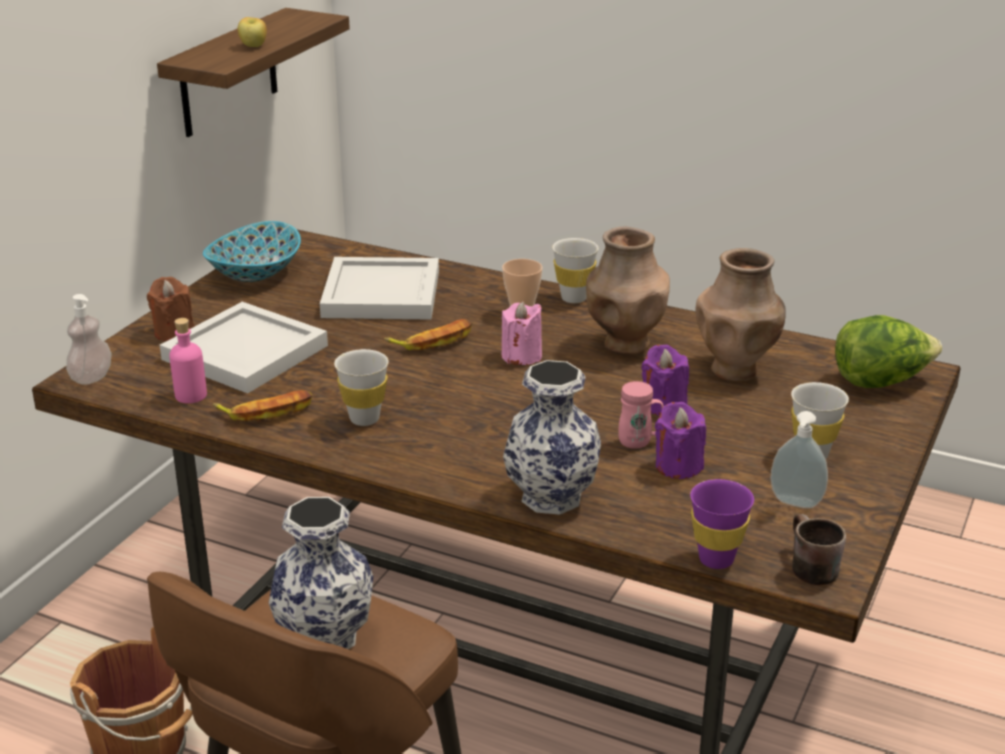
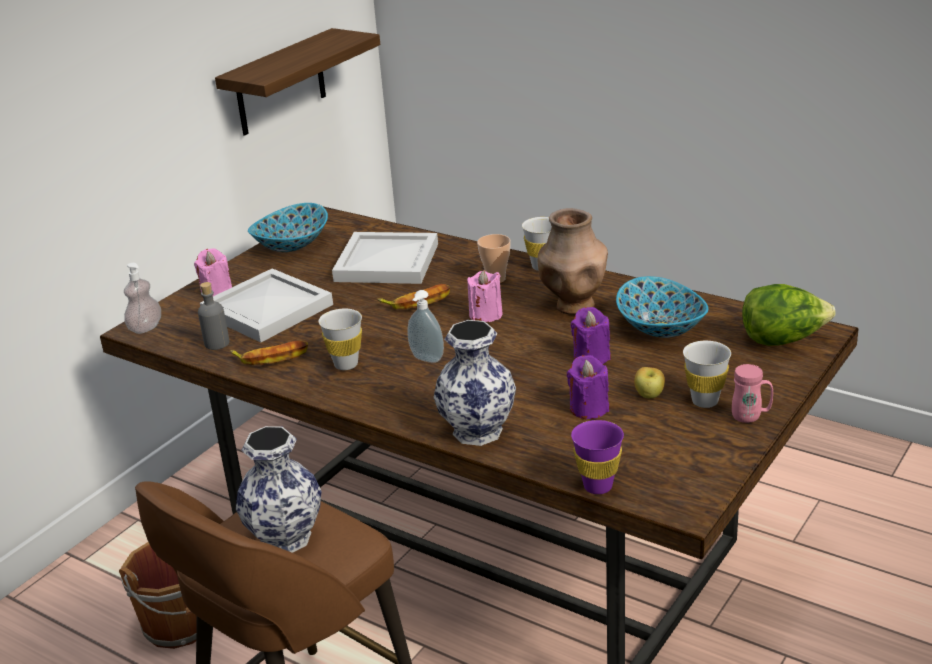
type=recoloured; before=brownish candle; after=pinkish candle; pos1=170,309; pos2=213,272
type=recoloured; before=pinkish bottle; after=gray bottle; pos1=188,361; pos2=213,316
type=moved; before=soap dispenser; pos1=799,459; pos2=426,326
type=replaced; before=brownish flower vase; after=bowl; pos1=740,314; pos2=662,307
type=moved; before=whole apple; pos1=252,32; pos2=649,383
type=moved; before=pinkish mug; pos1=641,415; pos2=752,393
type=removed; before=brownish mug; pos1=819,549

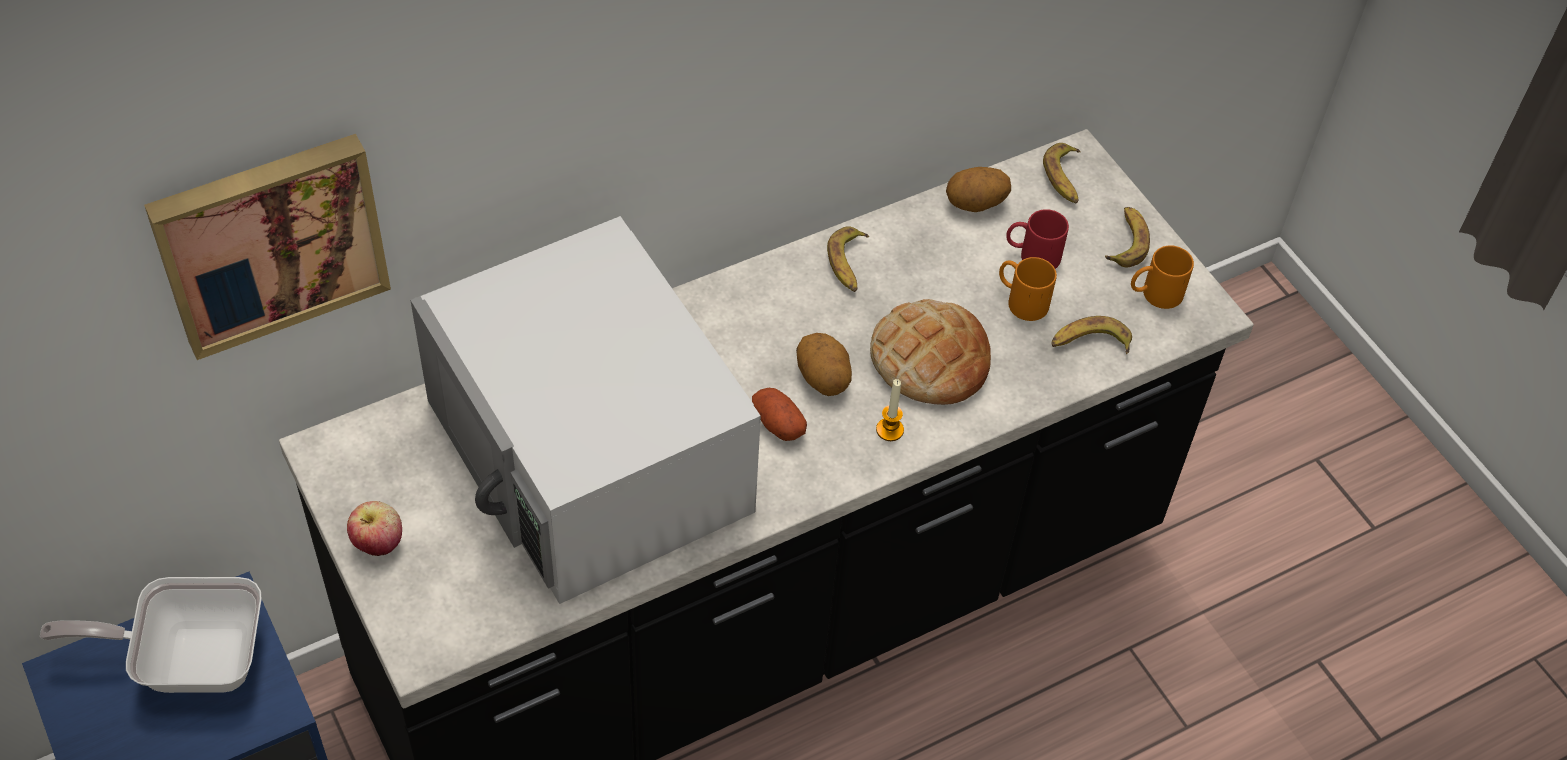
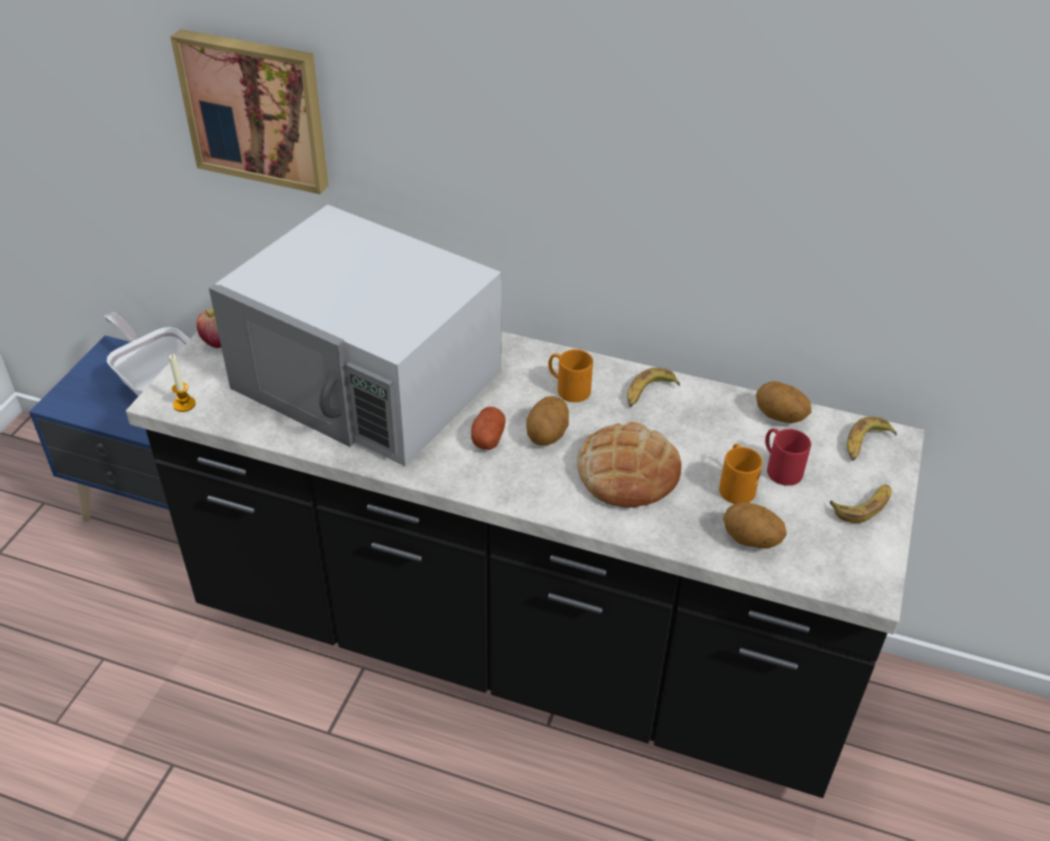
type=moved; before=candle; pos1=890,410; pos2=182,383
type=turned; before=whitish kitchen microwave; pos1=585,410; pos2=355,335; turn=-75
type=moved; before=orange-coloured mug; pos1=1162,277; pos2=570,375
type=replaced; before=whole banana; after=potato; pos1=1091,335; pos2=755,525

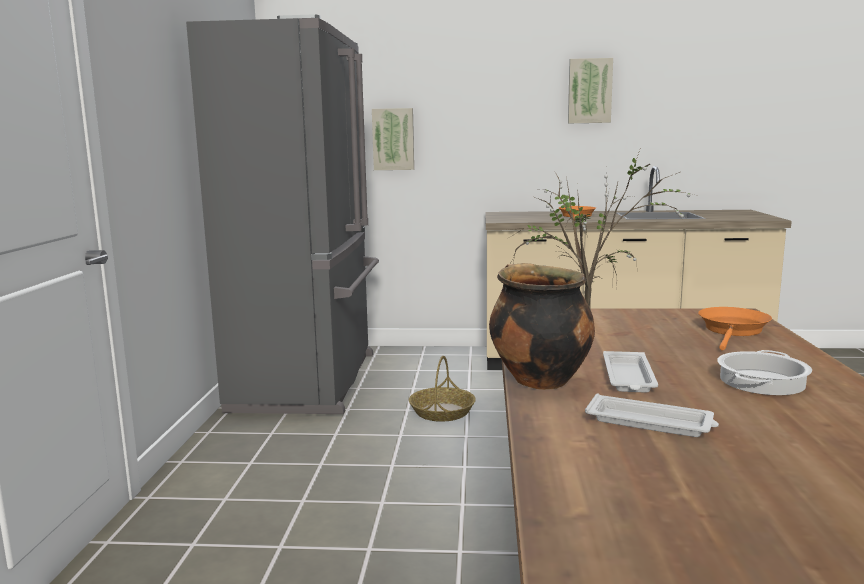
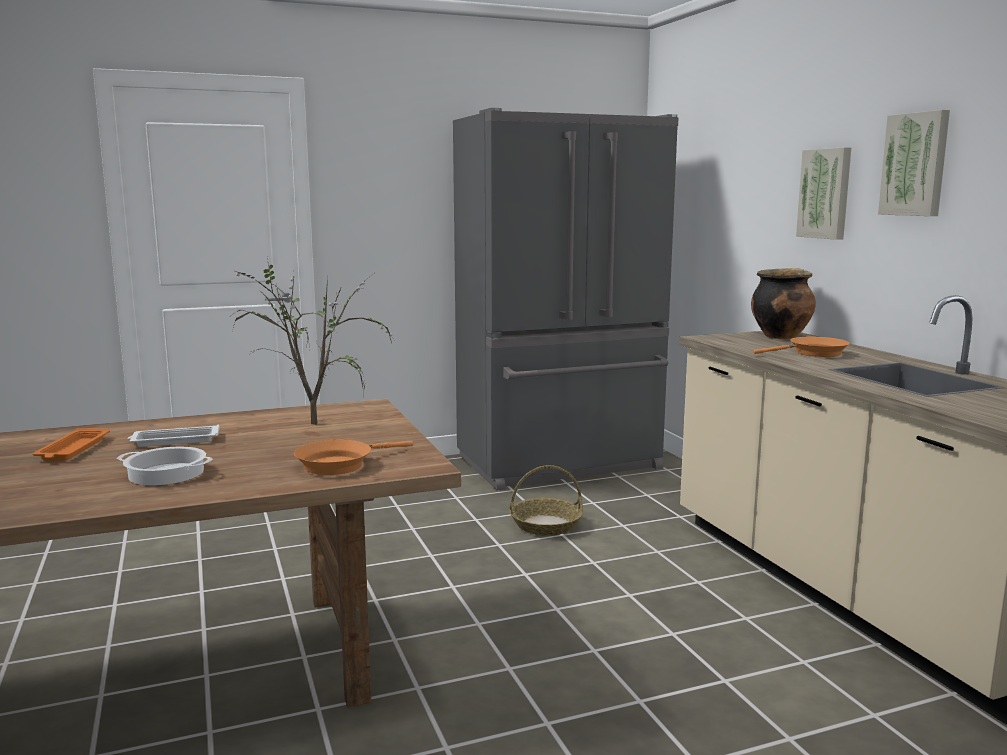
type=recoloured; before=whitish serving tray; after=orange-coloured serving tray; pos1=652,415; pos2=71,444
type=turned; before=orange-coloured skillet; pos1=735,328; pos2=354,457; turn=135
type=moved; before=cooking pot; pos1=542,326; pos2=783,303
type=moved; before=wall art; pos1=393,139; pos2=823,193

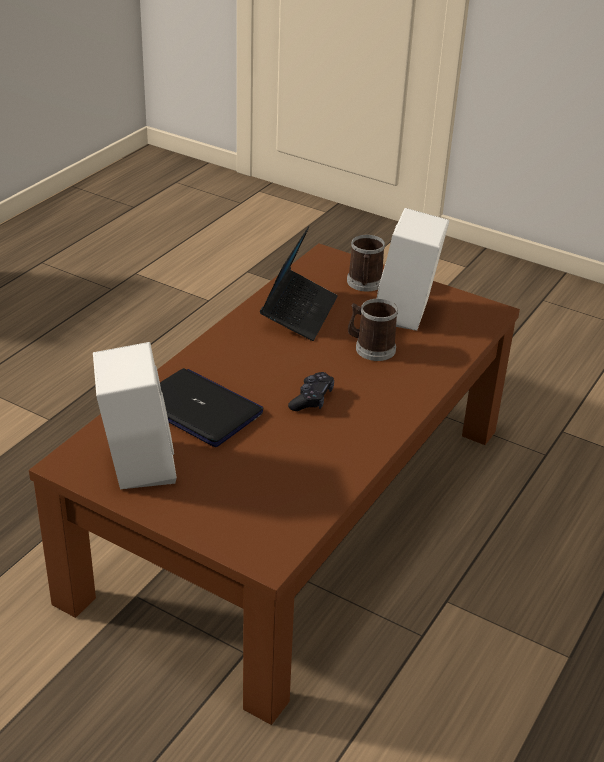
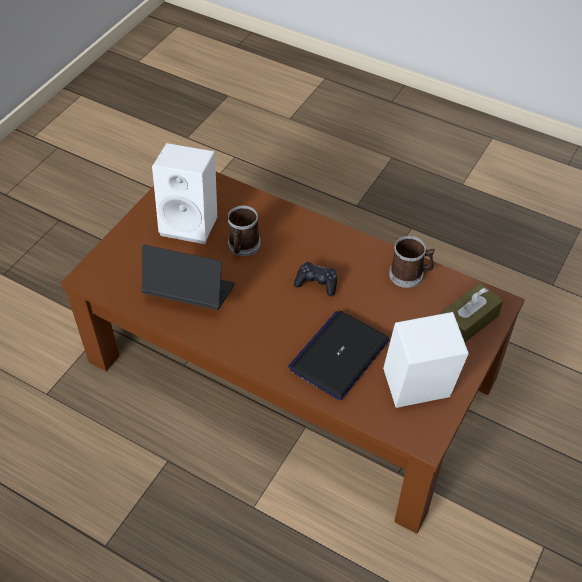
type=moved; before=mug; pos1=366,263; pos2=412,262
type=added; after=brownish box of tissues; pos2=472,312

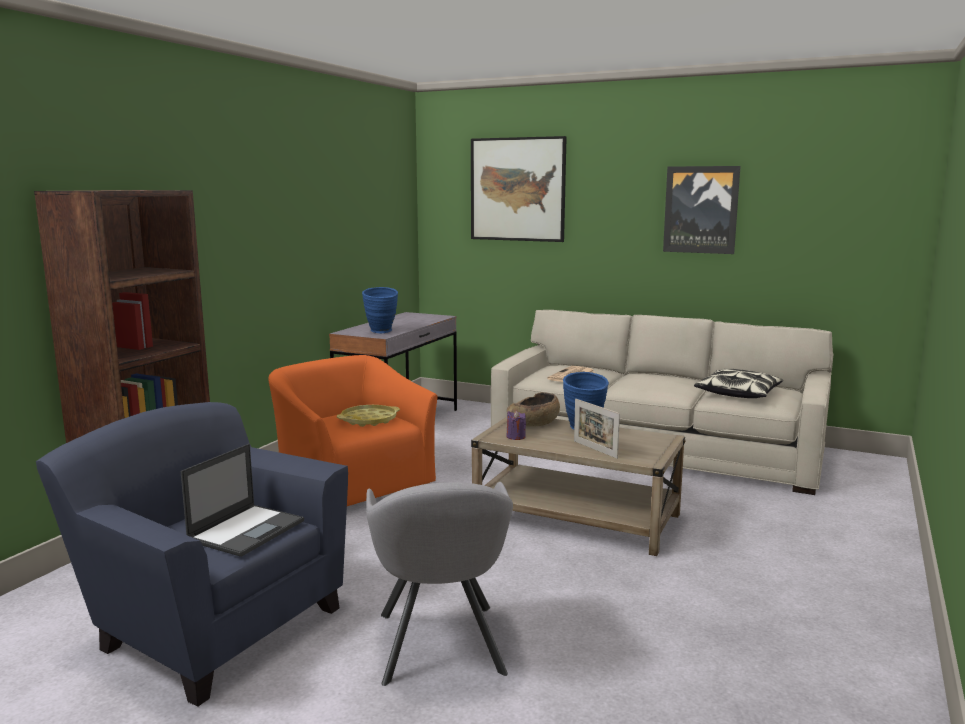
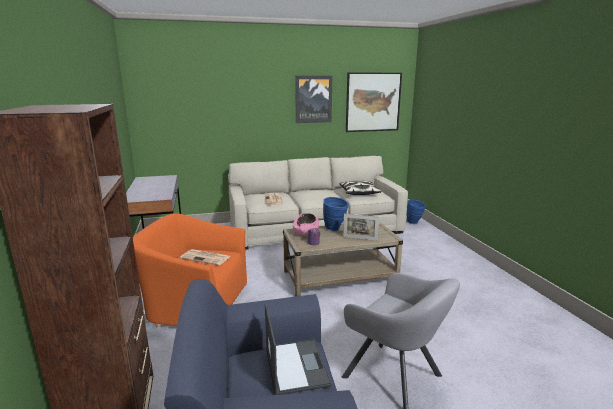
type=replaced; before=yellow-coloured serving tray; after=daily paper; pos1=368,416; pos2=205,257
type=recoloured; before=brownish bowl; after=pinkish bowl; pos1=533,409; pos2=306,224
type=moved; before=wall art; pos1=519,189; pos2=374,102
type=moved; before=blue flower vase; pos1=380,310; pos2=416,212

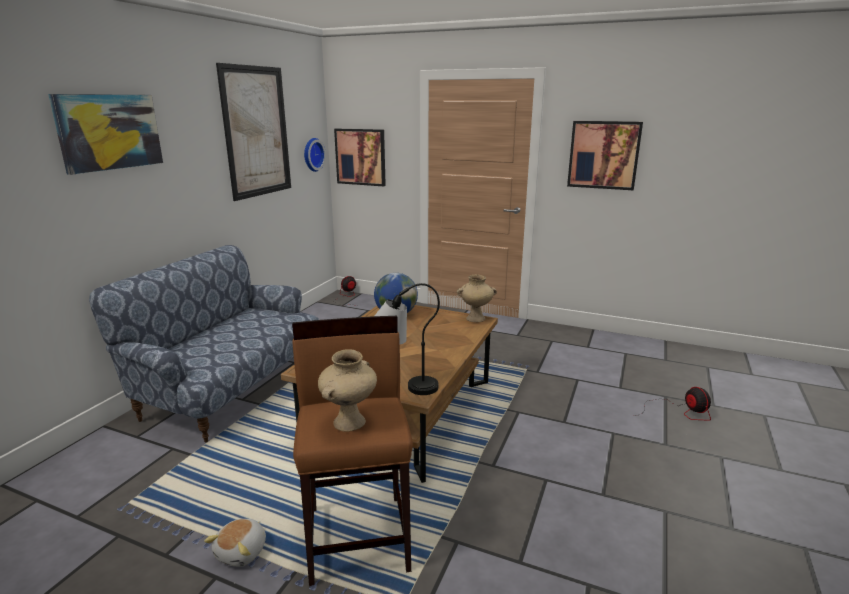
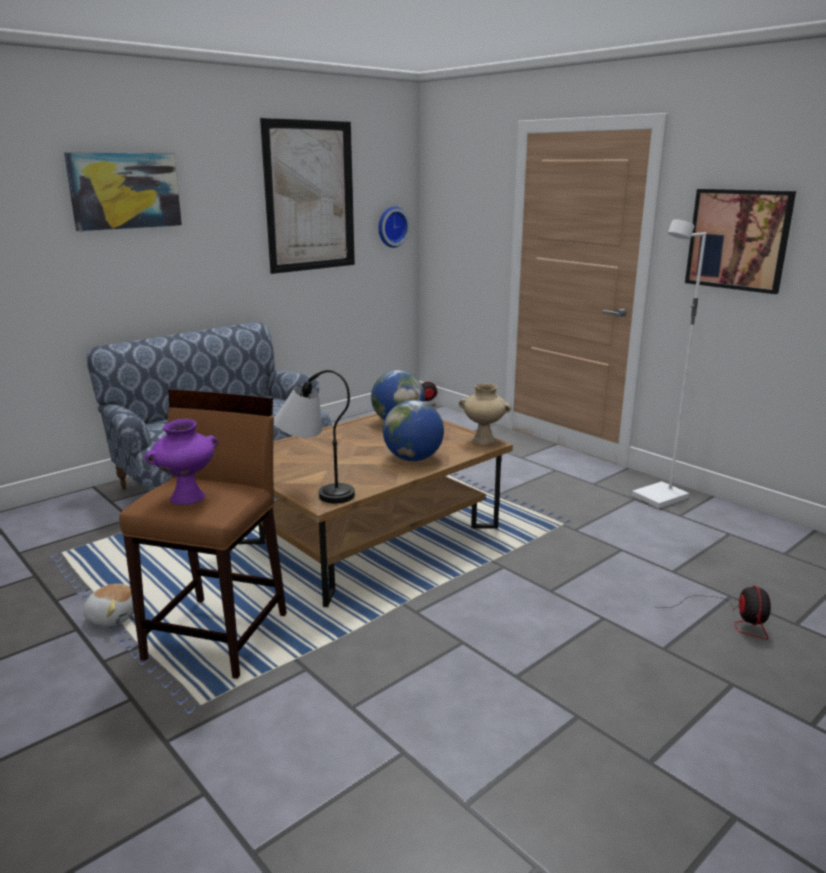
type=turned; before=soft toy; pos1=235,543; pos2=113,605; turn=-120
type=recoloured; before=sand-coloured flower vase; after=purple-coloured flower vase; pos1=347,390; pos2=181,462
type=added; after=desk globe; pos2=413,430
type=added; after=whitish floor lamp; pos2=669,364
type=removed; before=wall art; pos1=360,157

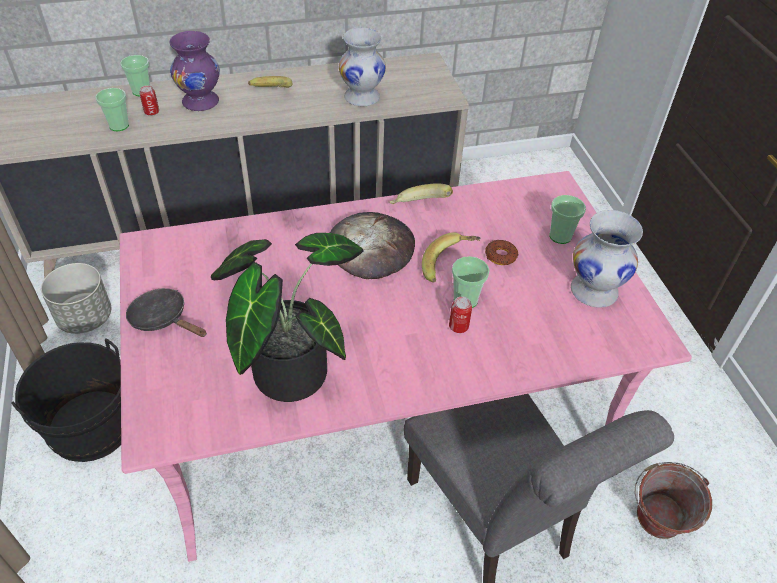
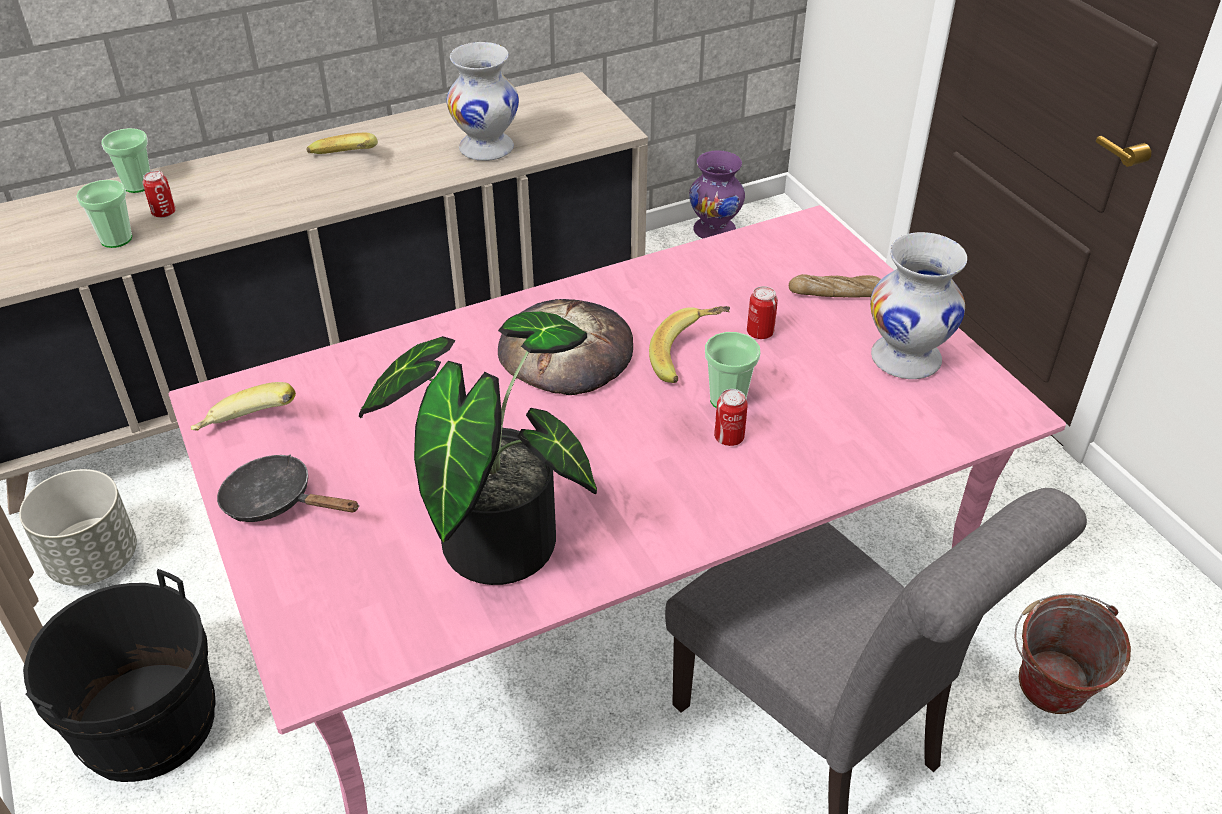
type=moved; before=whole banana; pos1=421,194; pos2=243,406
type=moved; before=purple-coloured flower vase; pos1=195,71; pos2=717,194
type=replaced; before=ring doughnut; after=metal can; pos1=502,252; pos2=762,312
type=replaced; before=cup; after=baked bread; pos1=567,219; pos2=835,286

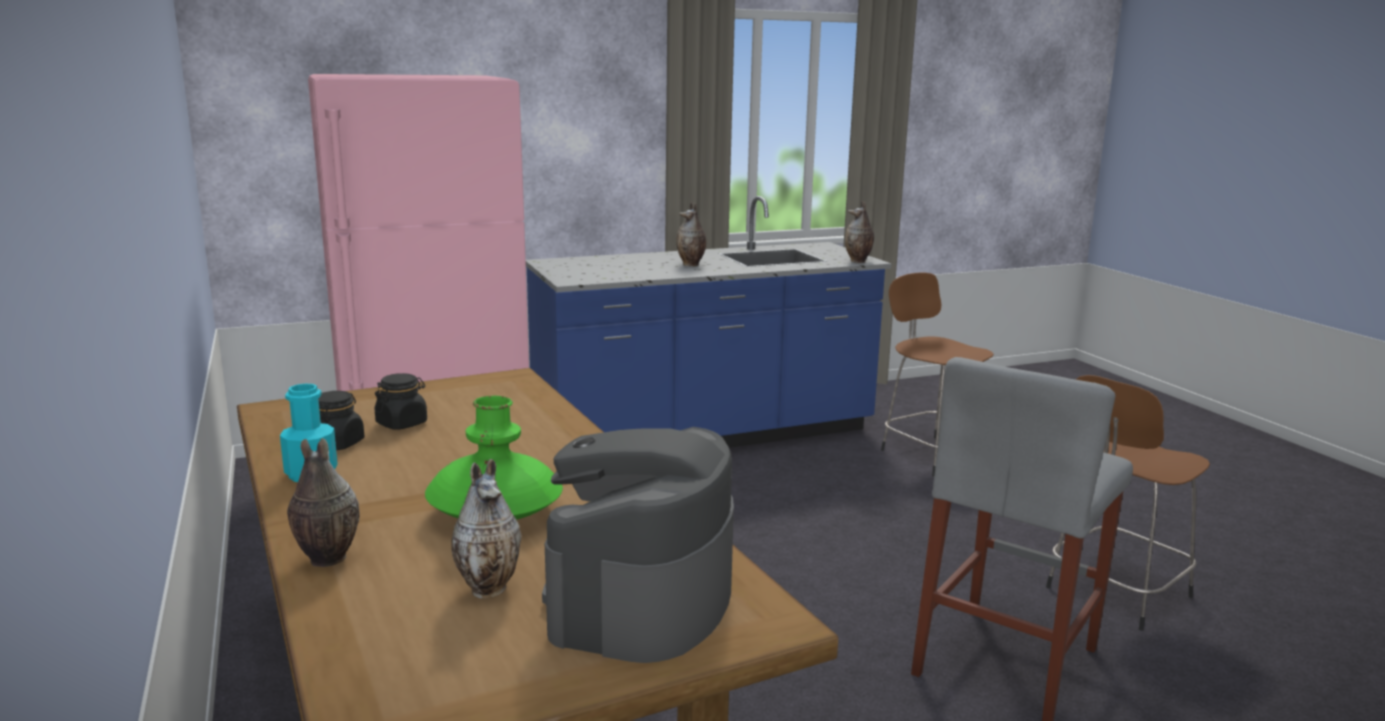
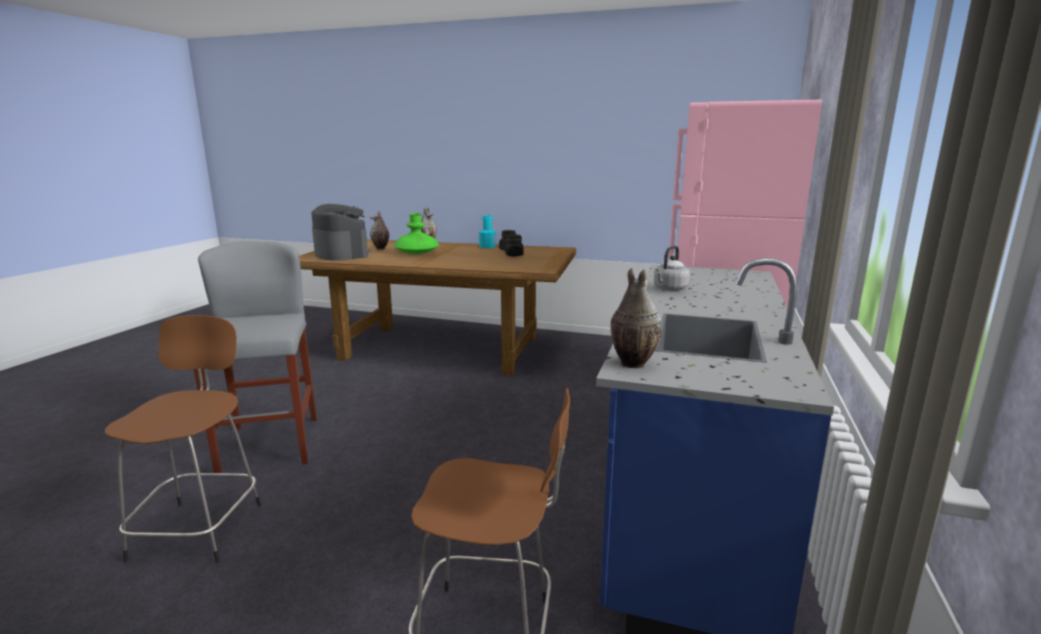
type=added; after=gray tea kettle; pos2=672,268
type=removed; before=flower vase; pos1=691,234

